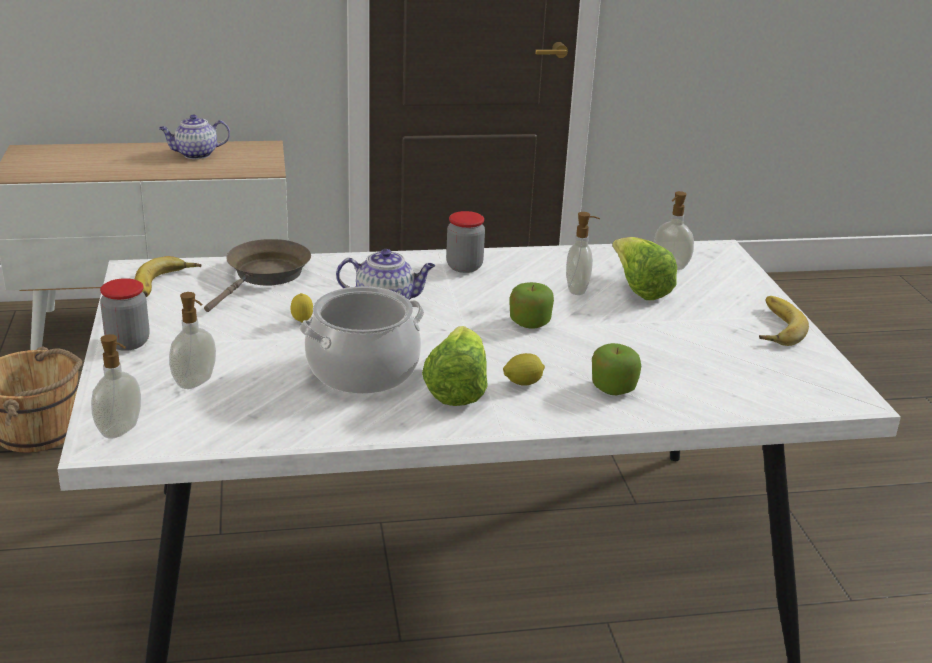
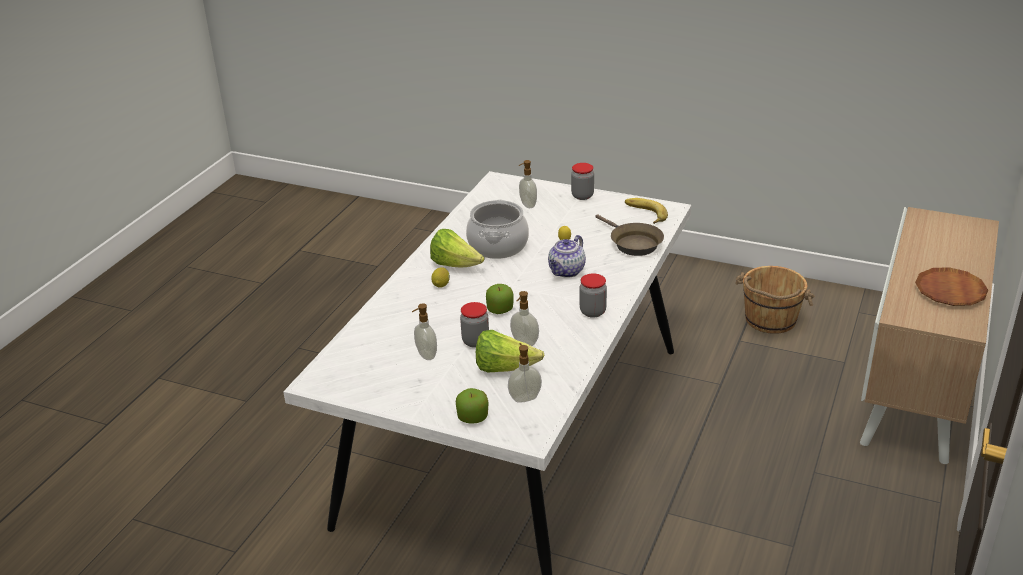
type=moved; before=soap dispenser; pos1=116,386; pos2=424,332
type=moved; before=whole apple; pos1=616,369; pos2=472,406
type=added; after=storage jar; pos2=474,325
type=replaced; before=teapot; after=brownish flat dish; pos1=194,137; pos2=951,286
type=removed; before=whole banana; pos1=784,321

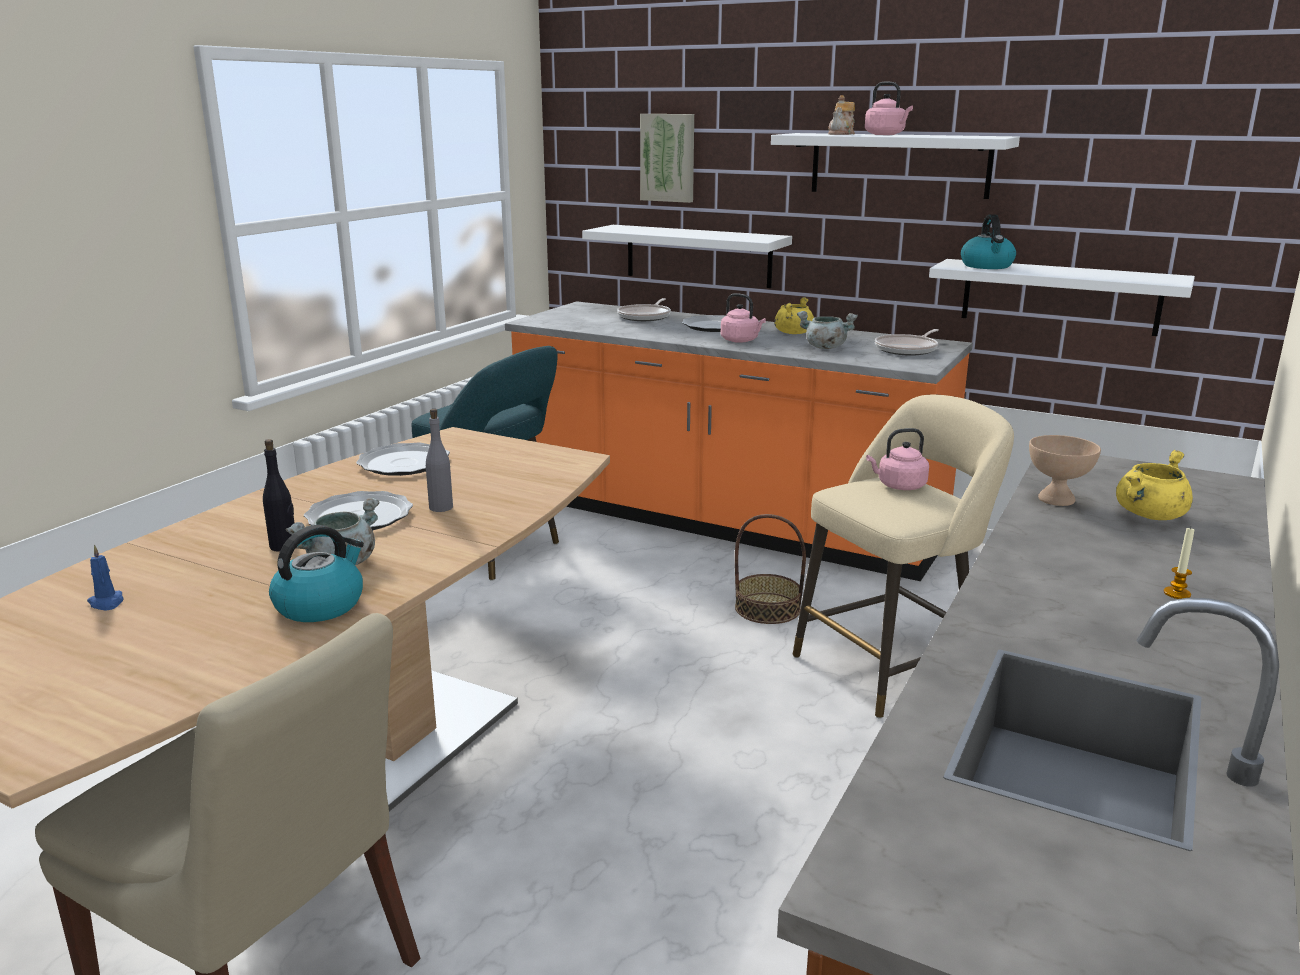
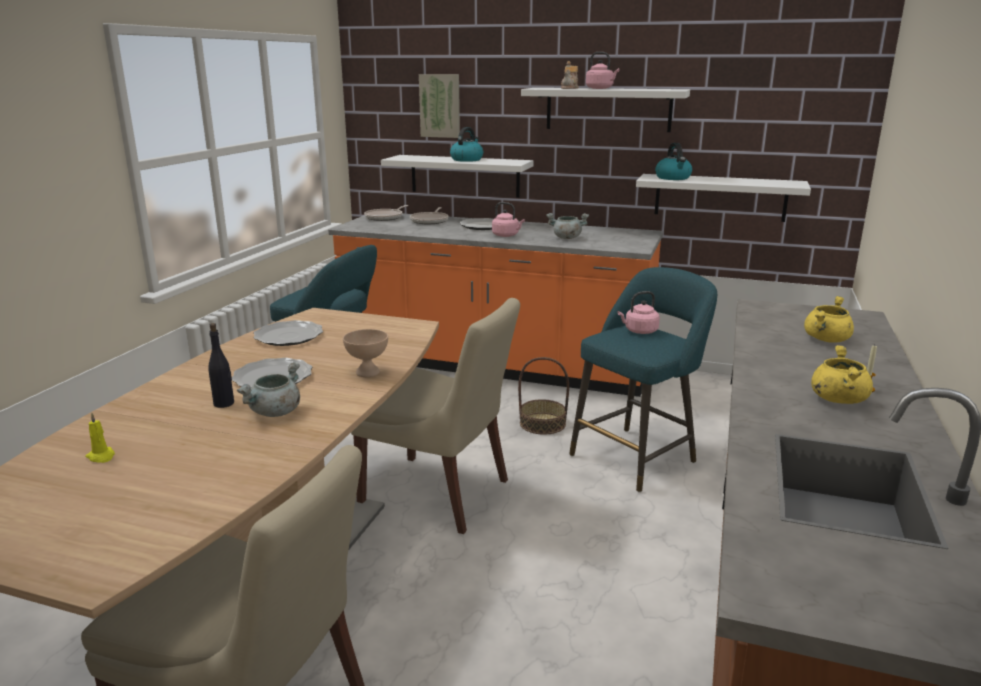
type=recoloured; before=blue candle; after=yellow-coloured candle; pos1=105,577; pos2=100,438
type=moved; before=sand-coloured bowl; pos1=1065,470; pos2=365,353
type=added; after=sand-coloured upright chair; pos2=435,416
type=moved; before=skillet; pos1=907,342; pos2=386,213
type=moved; before=tea kettle; pos1=316,573; pos2=466,144
type=recoloured; before=sand-coloured stool; after=turquoise-coloured stool; pos1=903,557; pos2=643,379
type=moved; before=yellow-coloured cooking pot; pos1=794,315; pos2=842,374
type=removed; before=gray bottle; pos1=439,460

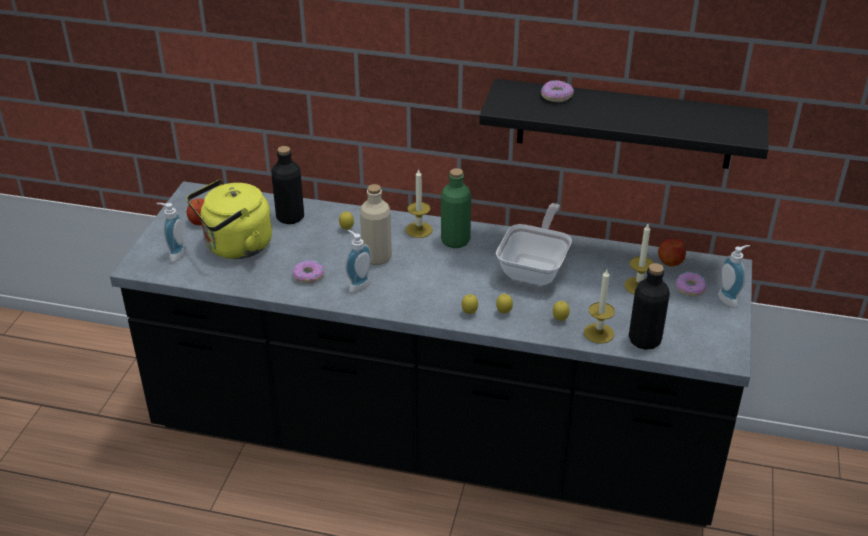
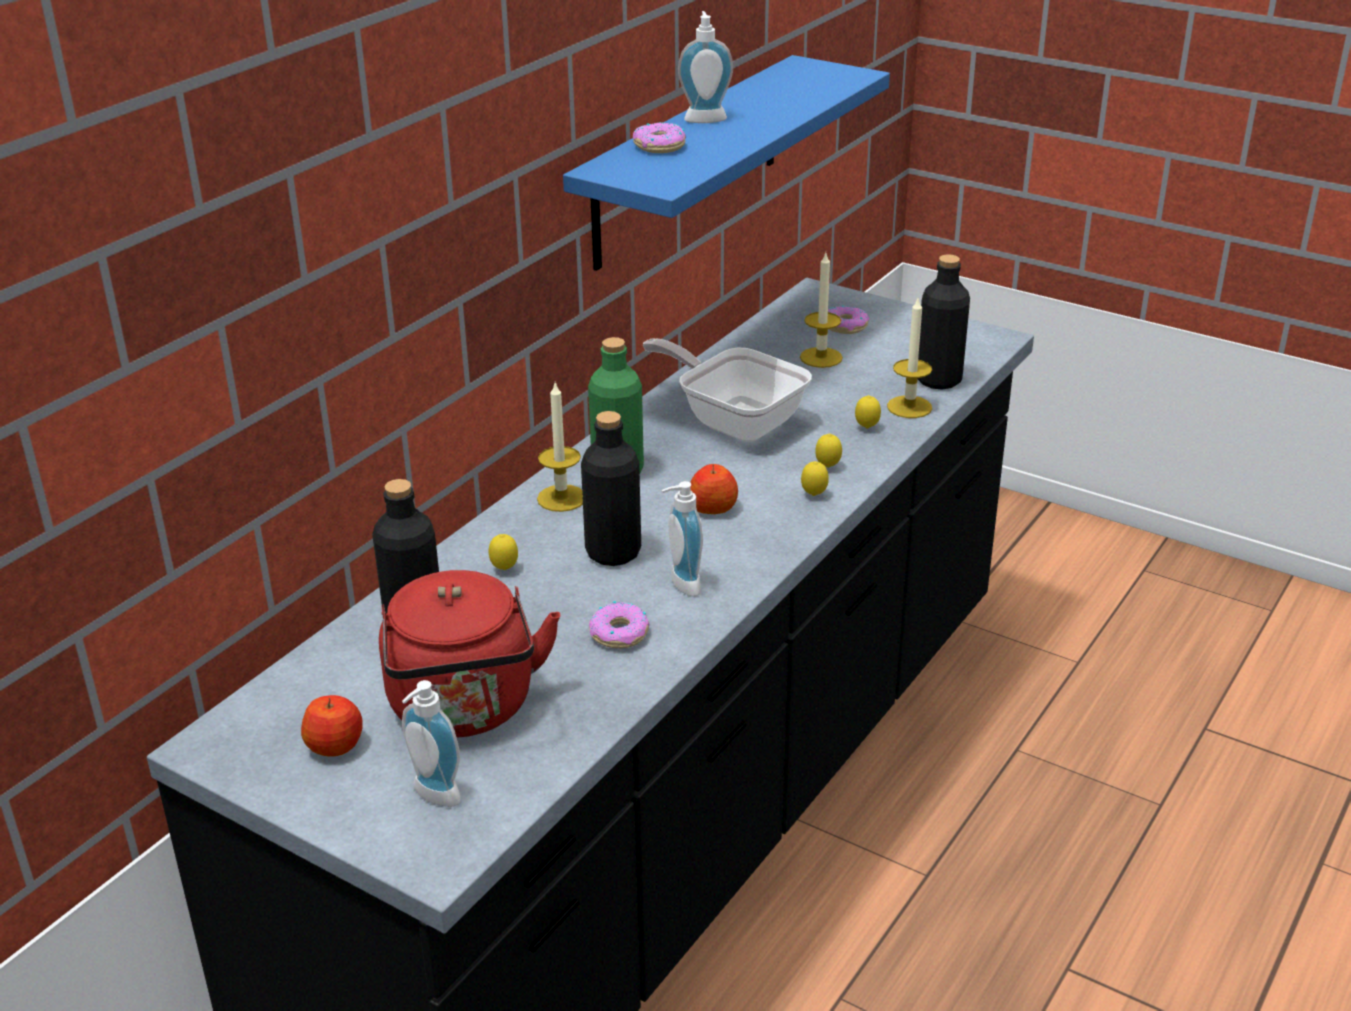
type=recoloured; before=yellow-coloured tea kettle; after=red-coloured tea kettle; pos1=229,219; pos2=469,653
type=recoloured; before=black-coloured bracket shelf; after=blue bracket shelf; pos1=624,124; pos2=726,163
type=recoloured; before=sand-coloured bottle; after=black-coloured bottle; pos1=376,224; pos2=611,488
type=moved; before=soap dispenser; pos1=734,276; pos2=705,67
type=moved; before=whole apple; pos1=672,252; pos2=714,489

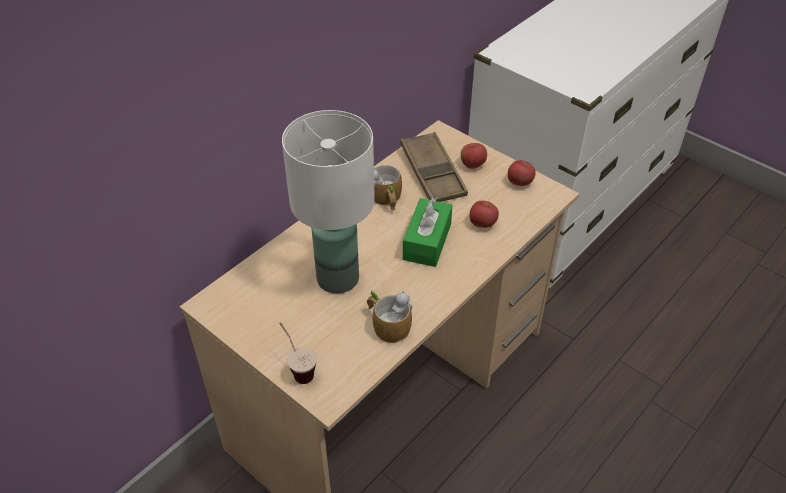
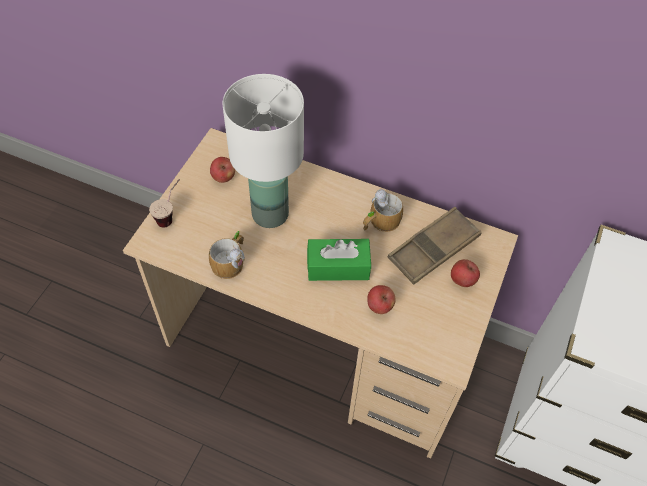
type=moved; before=whole apple; pos1=522,173; pos2=222,170

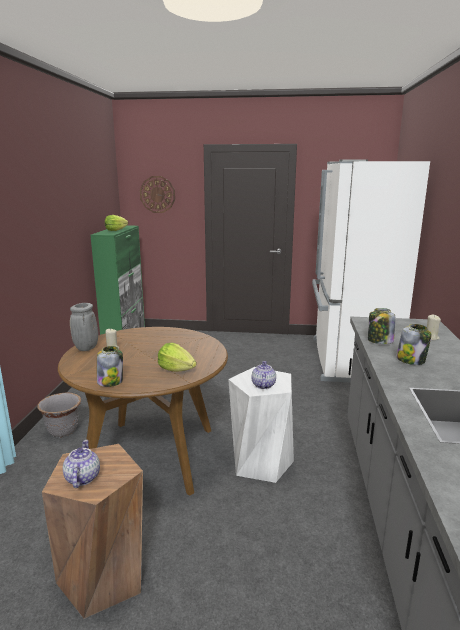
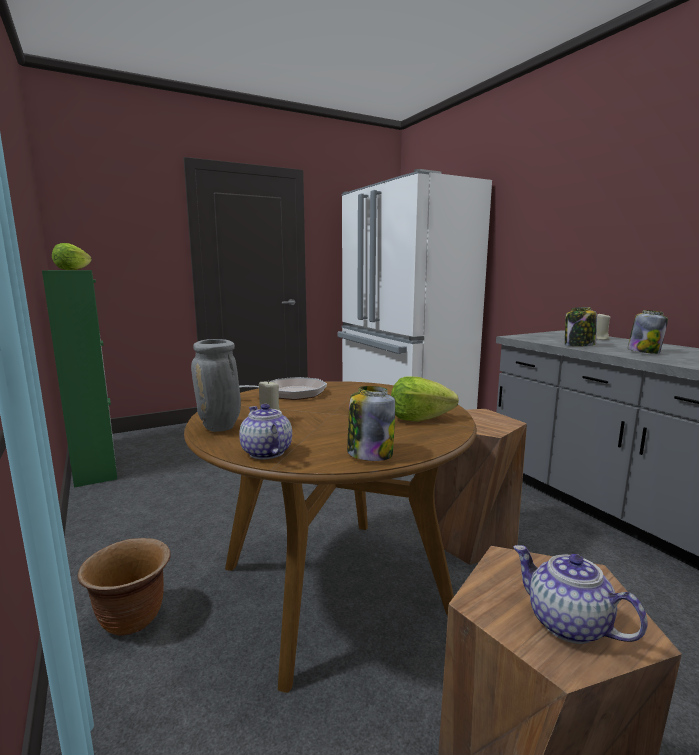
type=recoloured; before=gray flower pot; after=brownish flower pot; pos1=59,414; pos2=124,587
type=added; after=skillet; pos2=283,388
type=moved; before=teapot; pos1=264,375; pos2=265,432
type=recoloured; before=whitish stool; after=brownish stool; pos1=261,425; pos2=480,487
type=removed; before=hanging clock; pos1=157,194

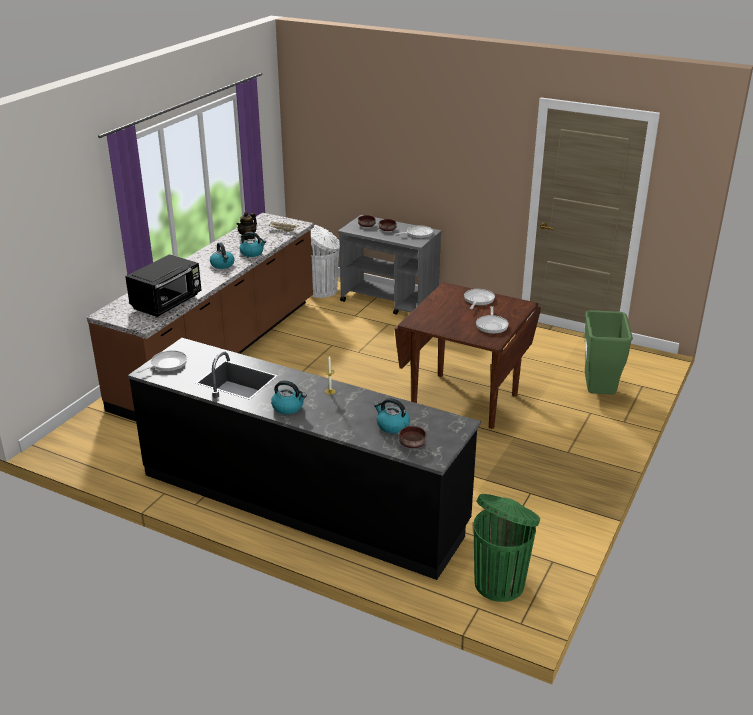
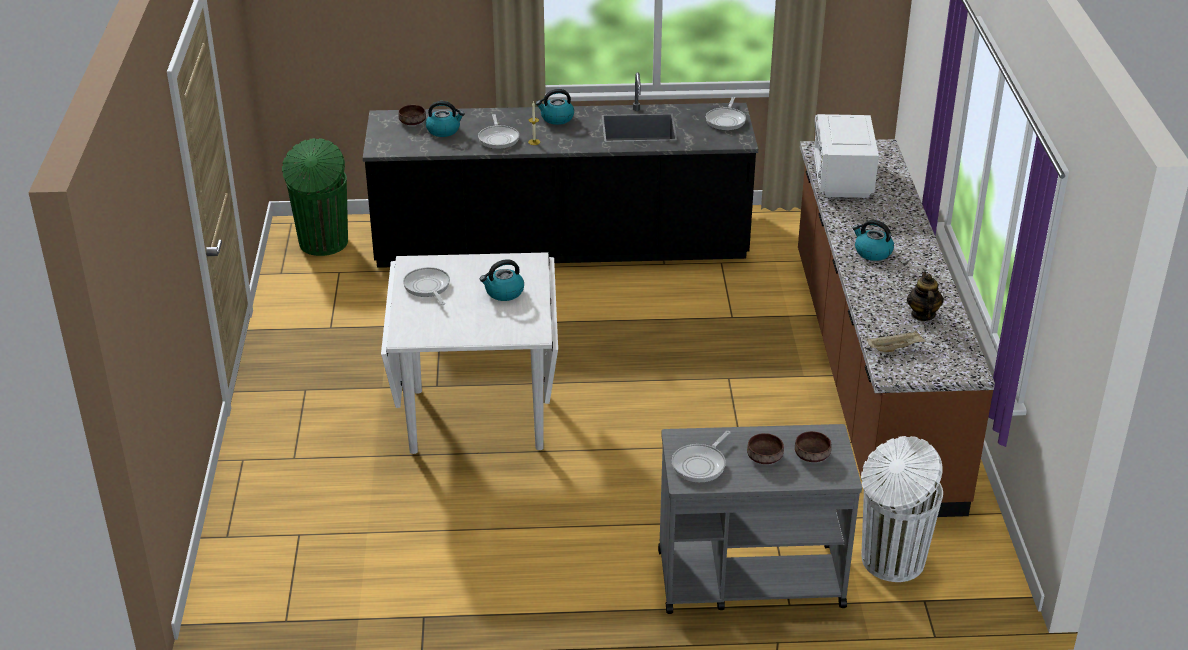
type=recoloured; before=brownish dining table; after=whitish dining table; pos1=467,355; pos2=469,353
type=moved; before=skillet; pos1=479,299; pos2=498,131
type=moved; before=tea kettle; pos1=252,244; pos2=502,280
type=recoloured; before=black-coloured kitchen microwave; after=whitish kitchen microwave; pos1=163,285; pos2=846,156
type=removed; before=greenish trash can; pos1=609,352

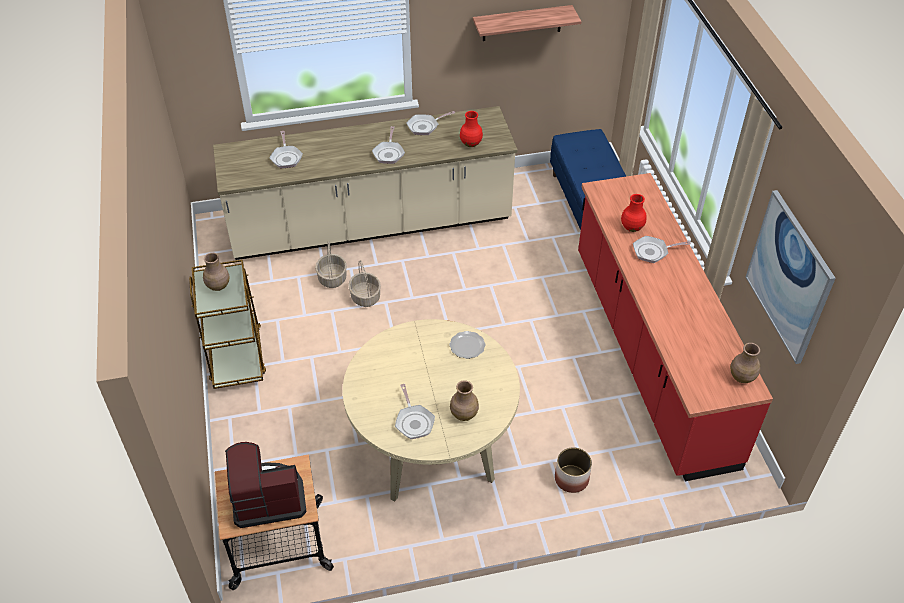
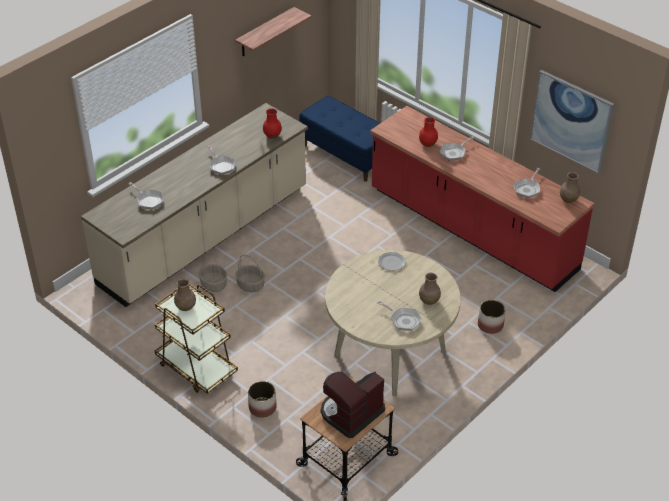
type=added; after=flower pot; pos2=262,399
type=moved; before=skillet; pos1=430,123; pos2=527,183

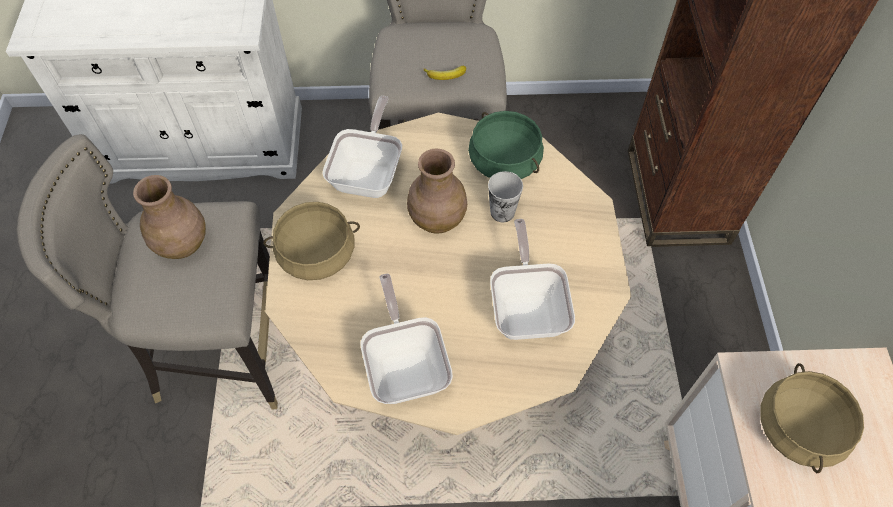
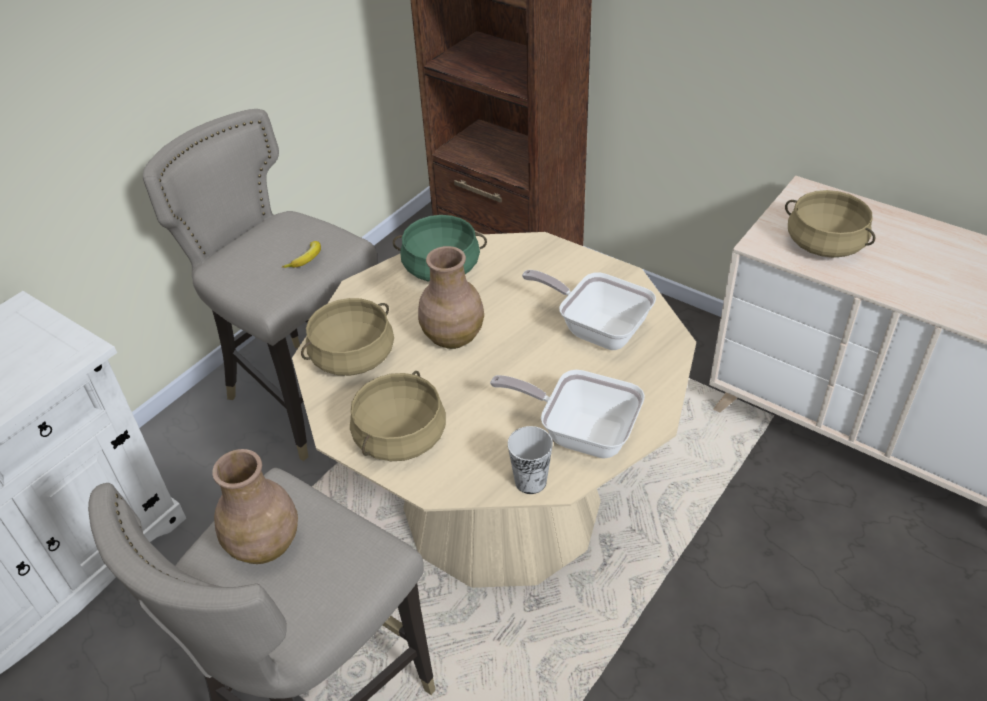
type=replaced; before=skillet; after=sand-coloured cooking pot; pos1=362,147; pos2=347,337
type=moved; before=cup; pos1=505,196; pos2=530,460

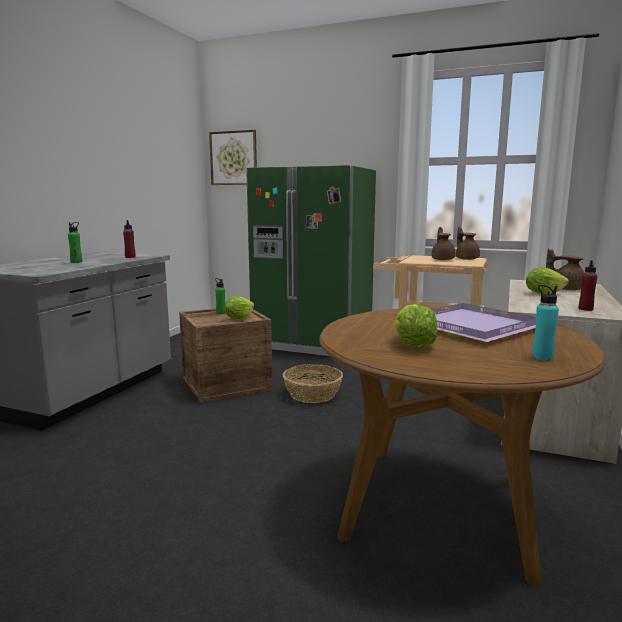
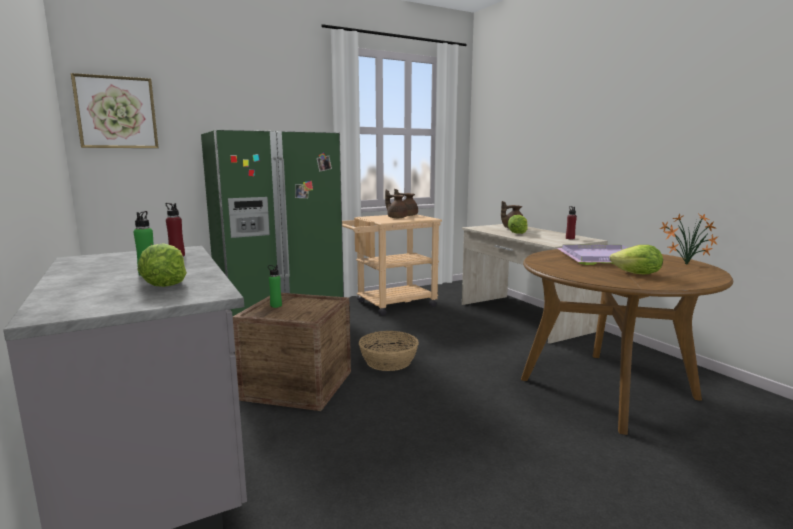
type=moved; before=lettuce; pos1=239,307; pos2=162,265
type=replaced; before=turquoise-coloured bottle; after=houseplant; pos1=545,323; pos2=689,239

